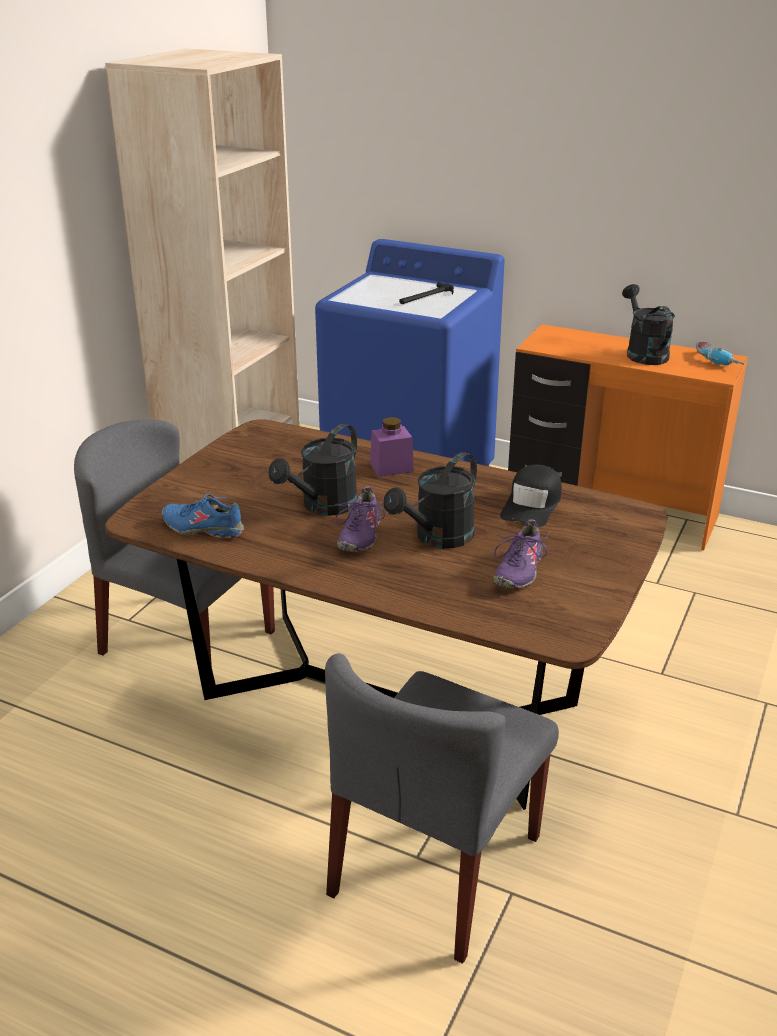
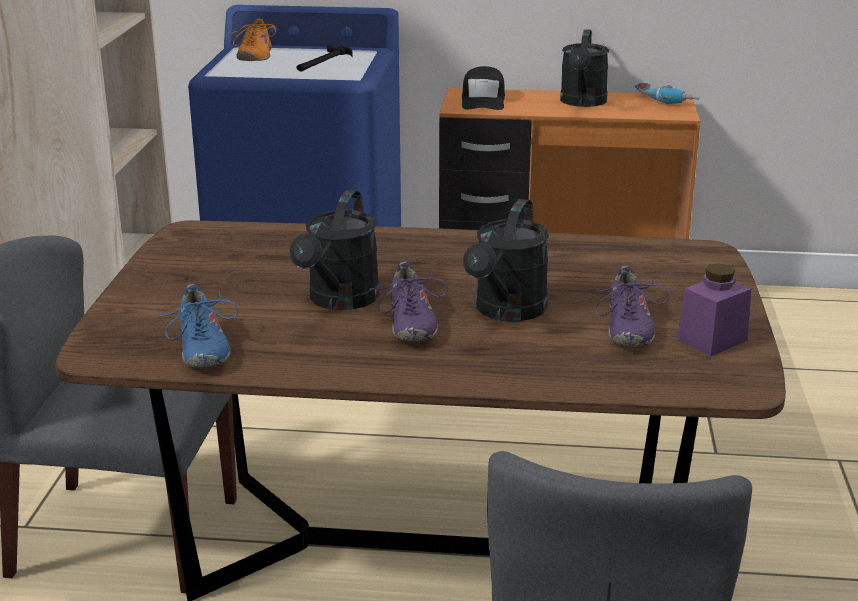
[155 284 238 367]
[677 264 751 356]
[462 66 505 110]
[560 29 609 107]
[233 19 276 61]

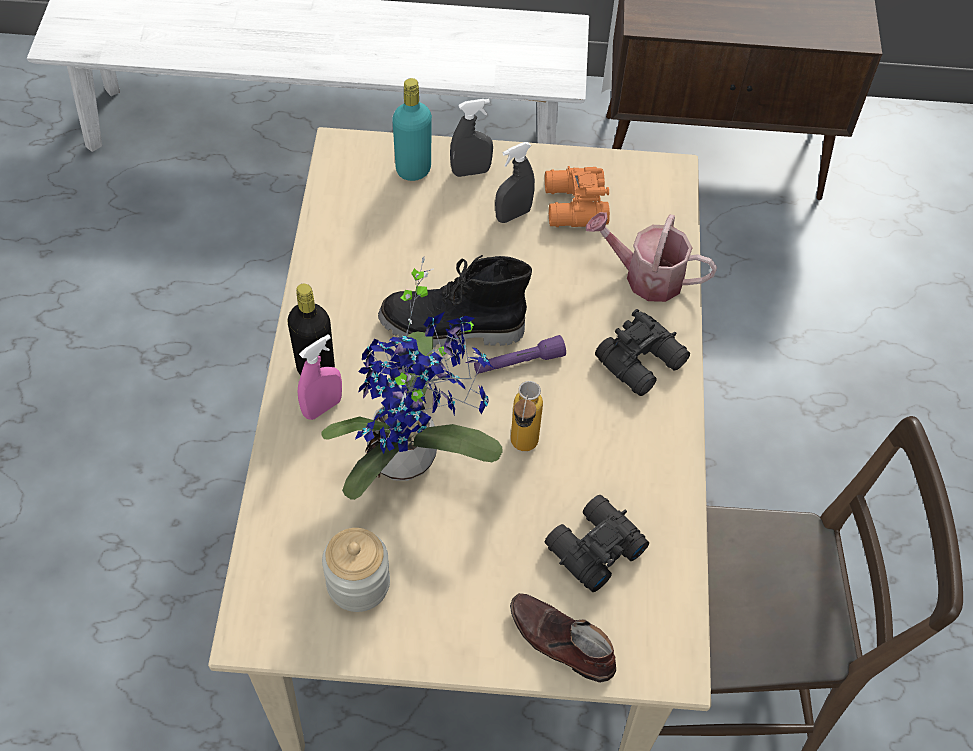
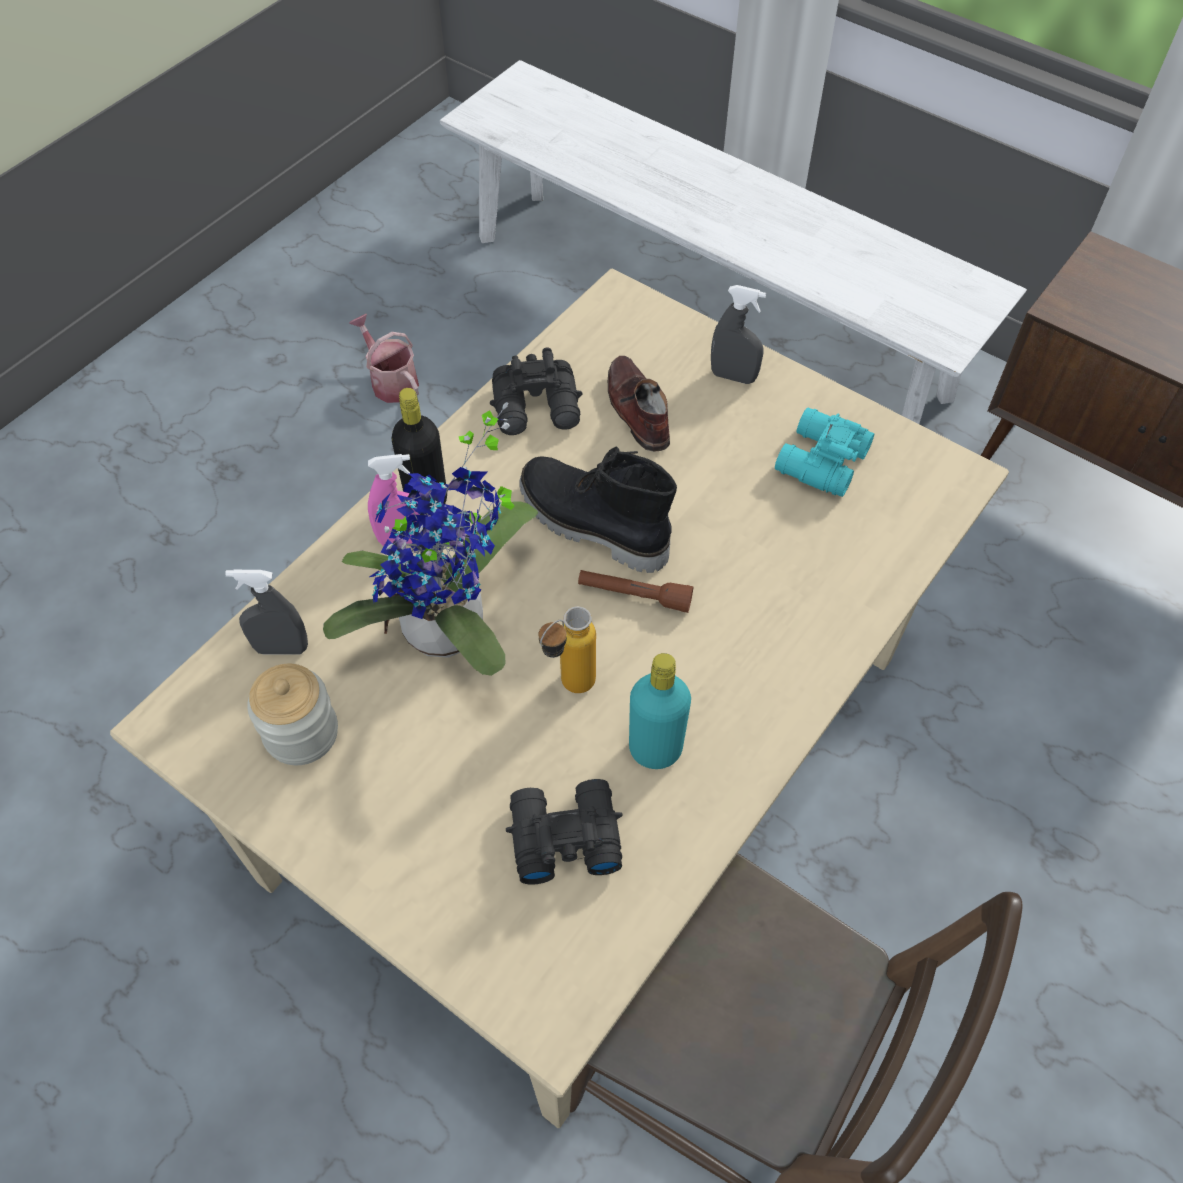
[629 653 691 769]
[578 570 694 613]
[225 570 308 654]
[608 356 670 452]
[775 407 874 497]
[349 314 419 403]
[490 347 582 435]

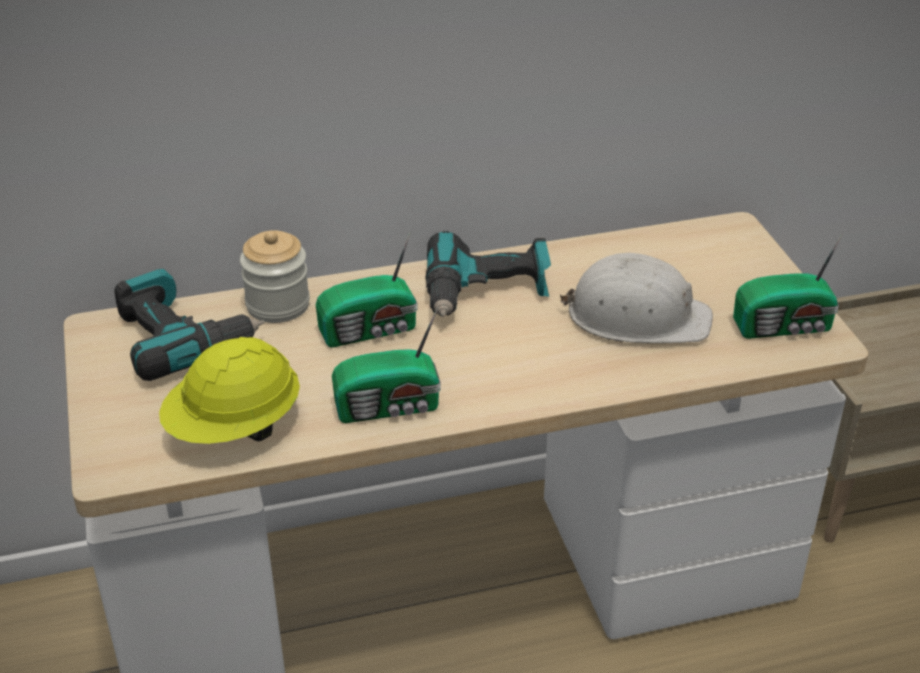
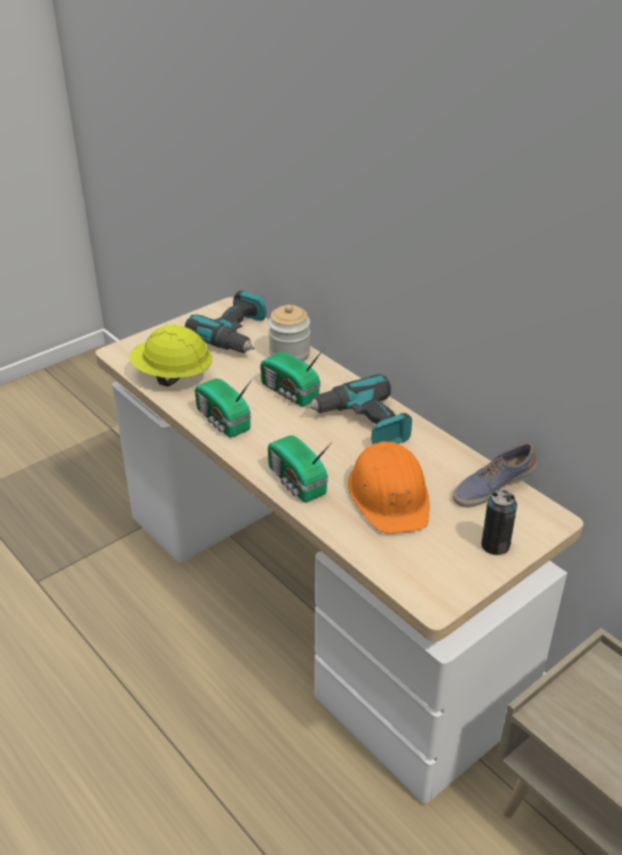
[348 441 429 534]
[268 435 332 502]
[452 443 537 507]
[481 490 517 555]

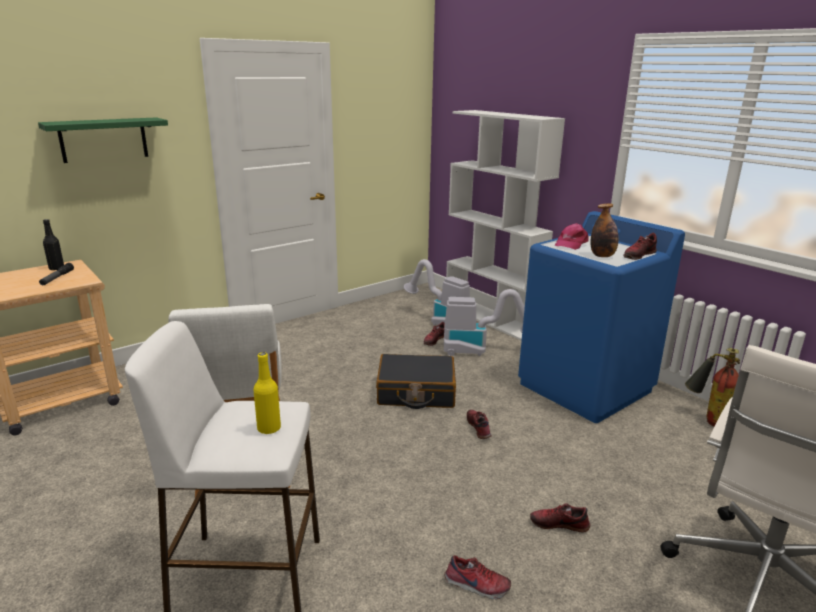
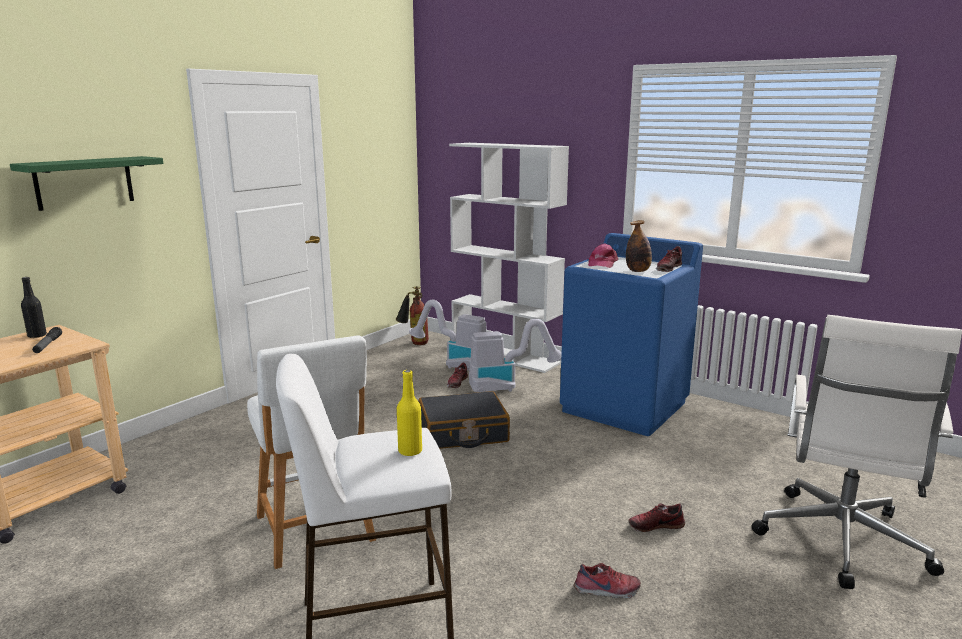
[467 410 492 439] (first image)
[396 286 429 345]

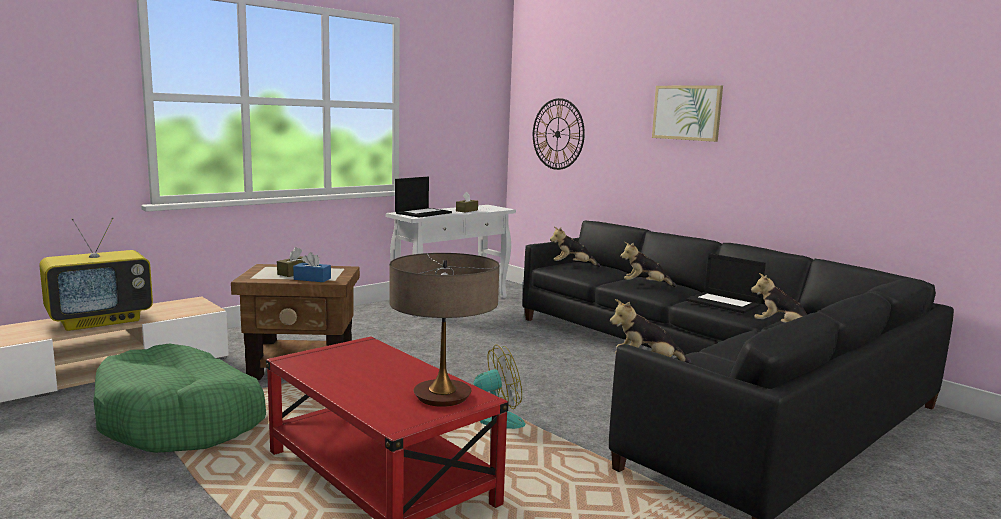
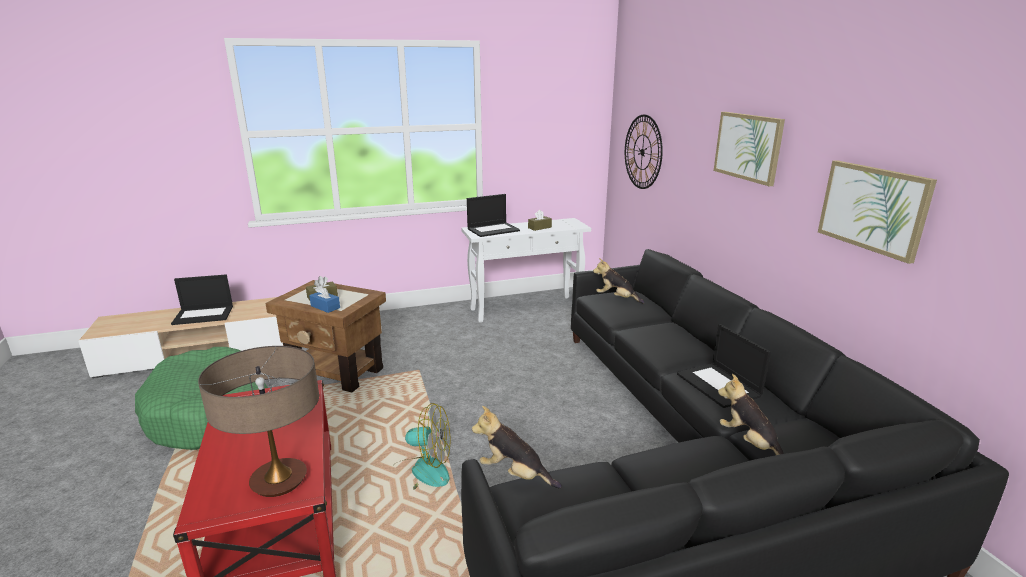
[171 275 233 325]
[620 242 677 287] (first image)
[818 160 937 264]

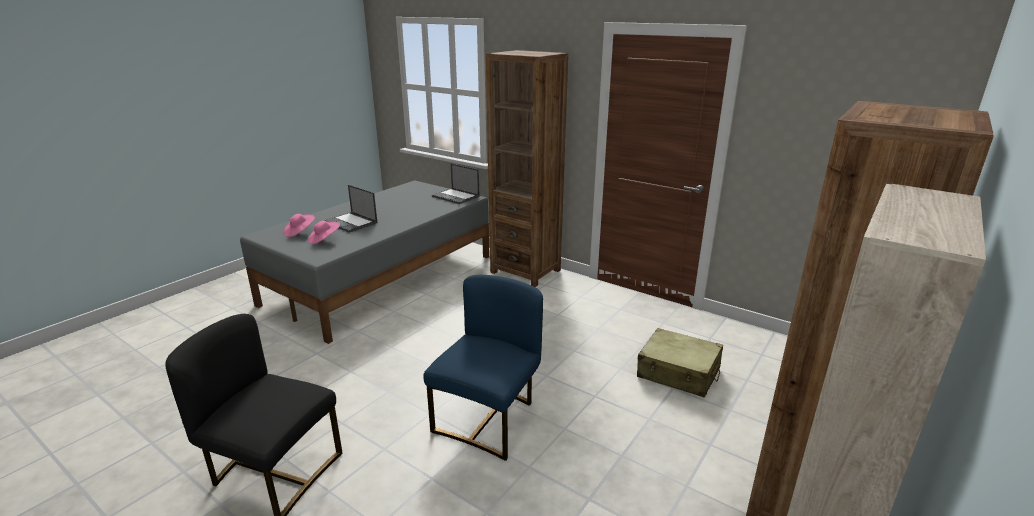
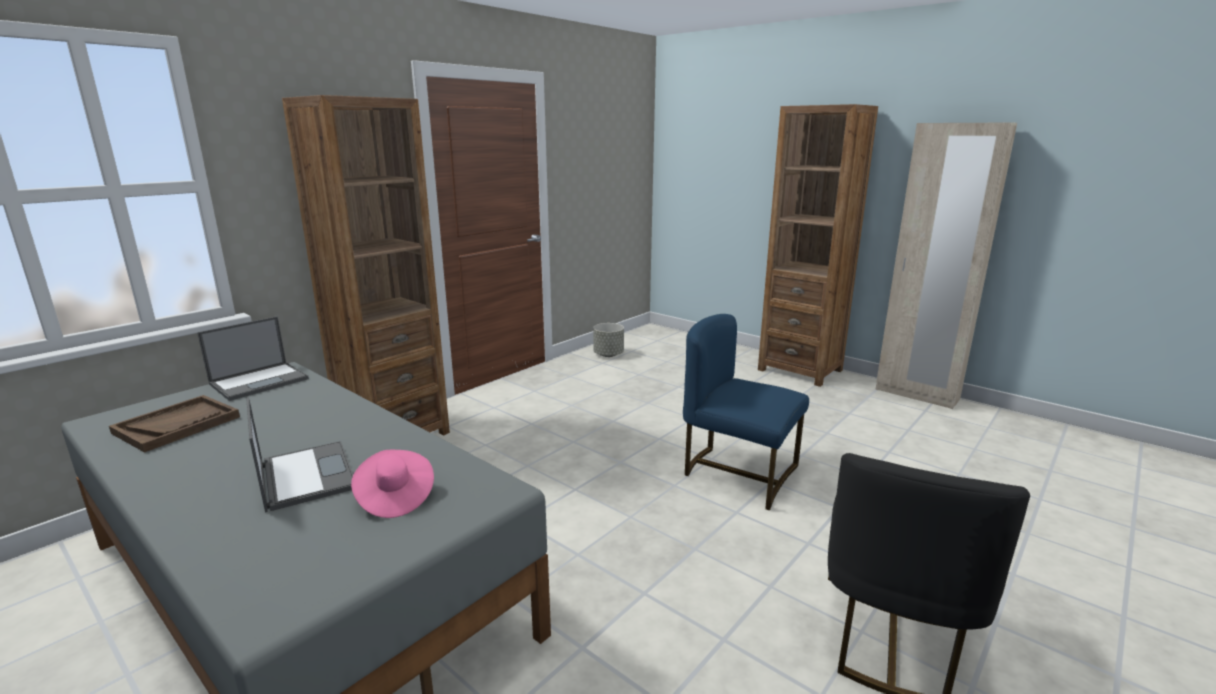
[284 214 315 237] (first image)
[246 397 353 512]
[637 328 723 398] (first image)
[109 395 240 453]
[593 323 624 357]

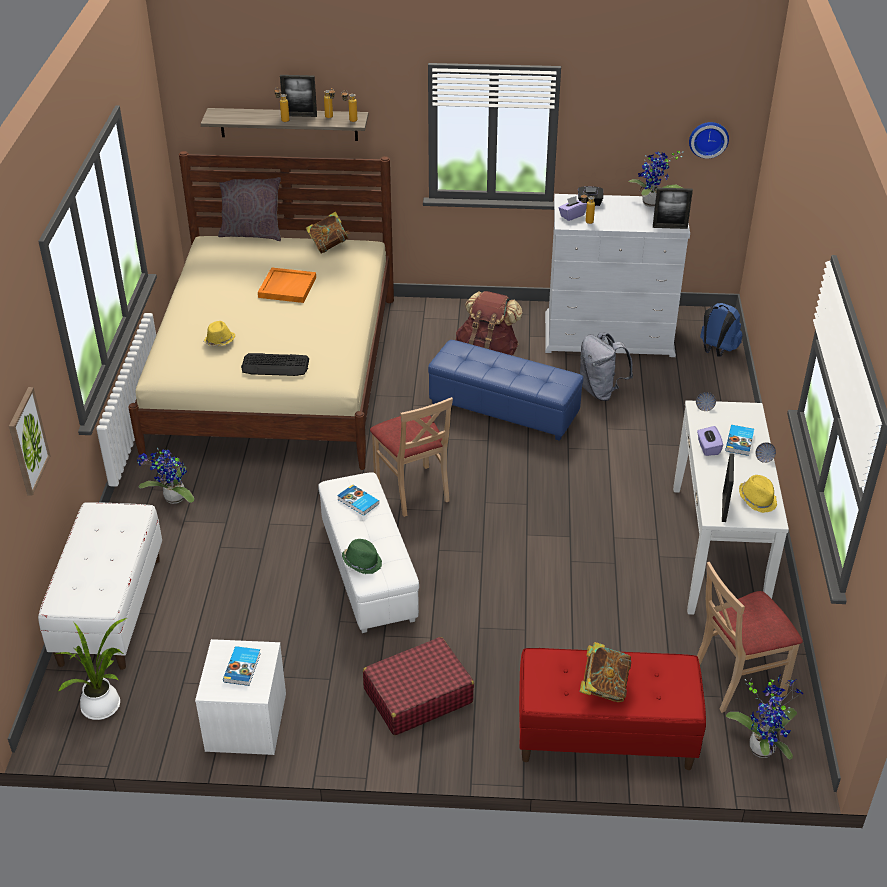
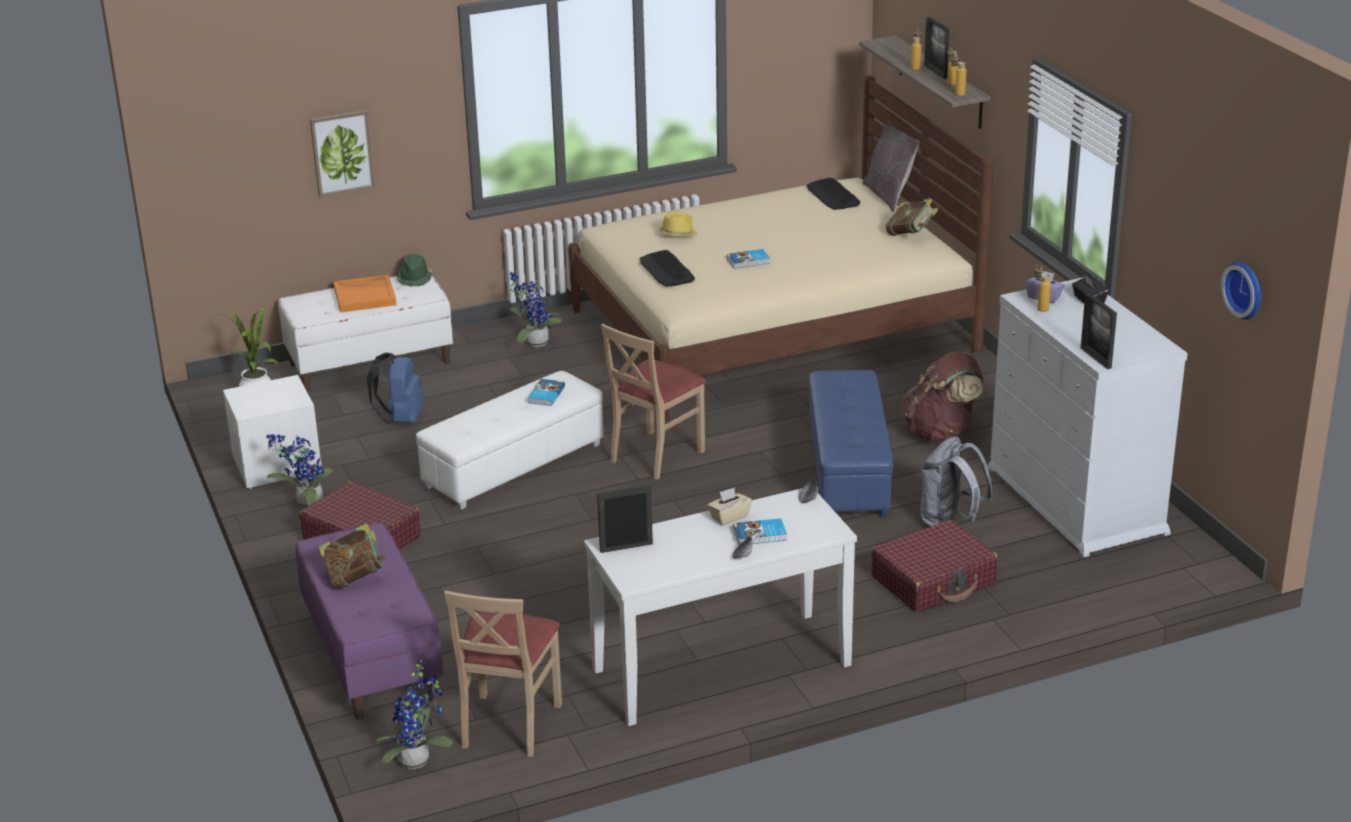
[727 249 770 269]
[334 275 397 313]
[397 254 432 287]
[296 522 444 720]
[266 434 333 508]
[707 488 752 525]
[444 590 562 757]
[367 352 424 423]
[739 475 777 513] (first image)
[806 178 861 210]
[872 520 998 612]

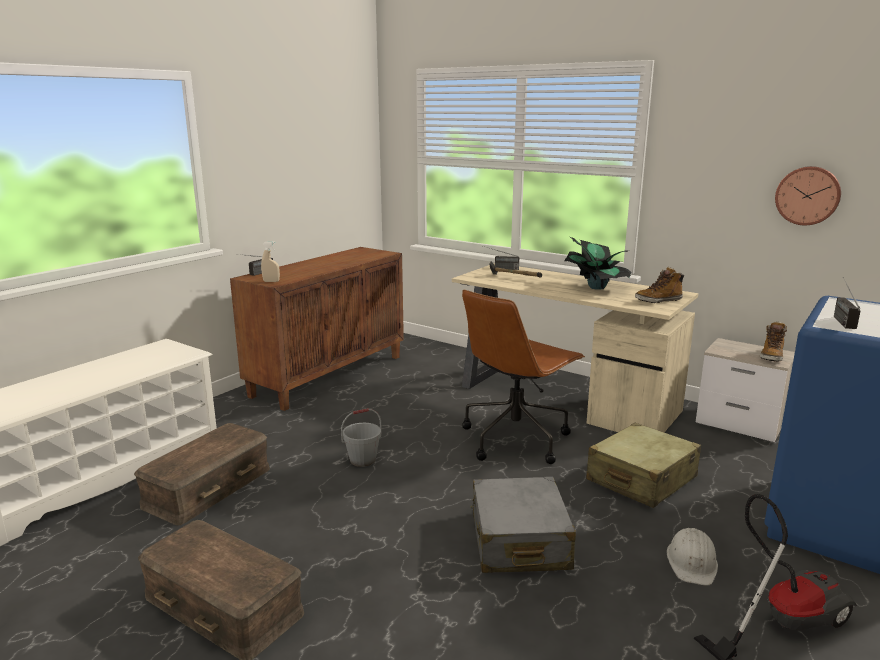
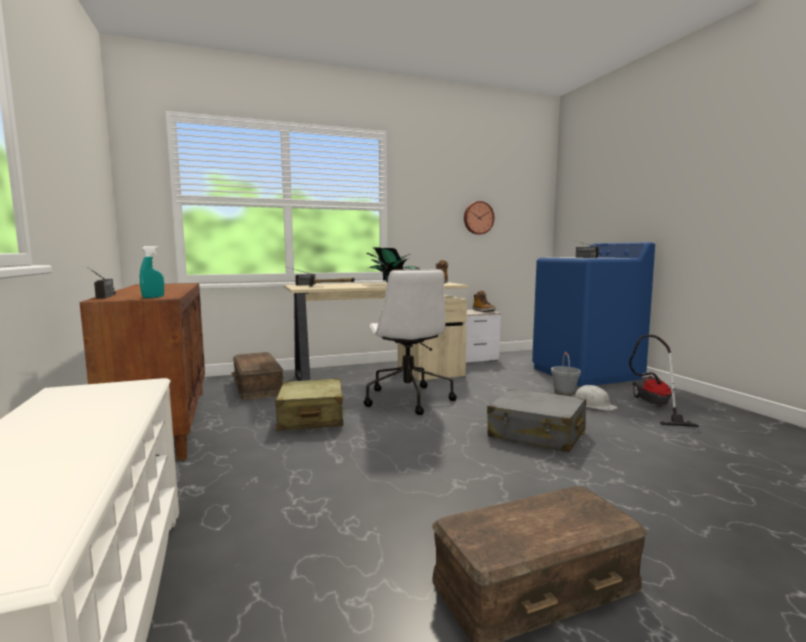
[232 352 284 401]
[140 246 164 298]
[551 352 581 396]
[364 269 457 415]
[275 378 343 431]

